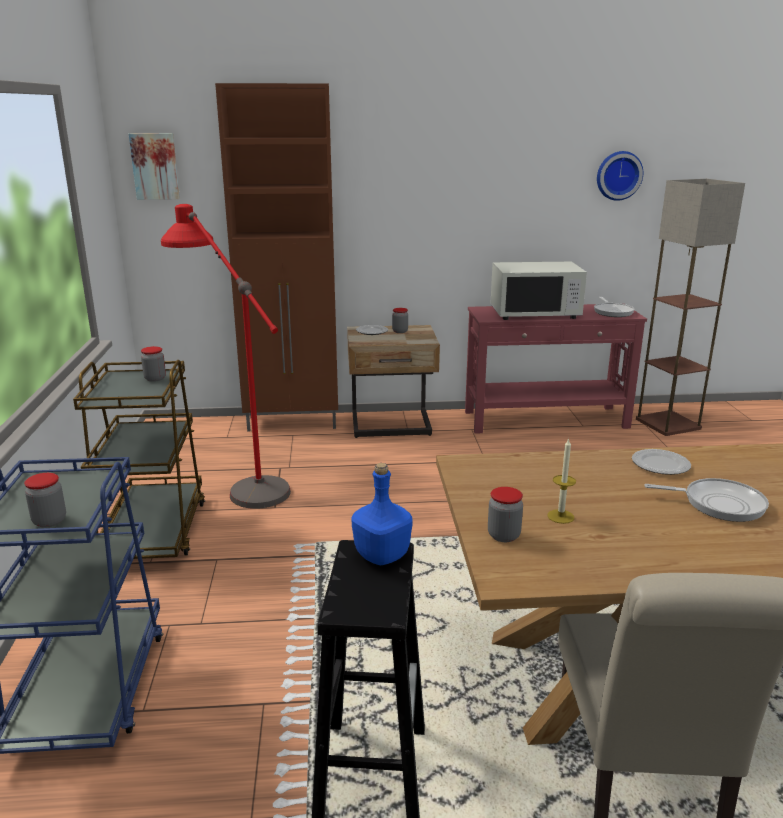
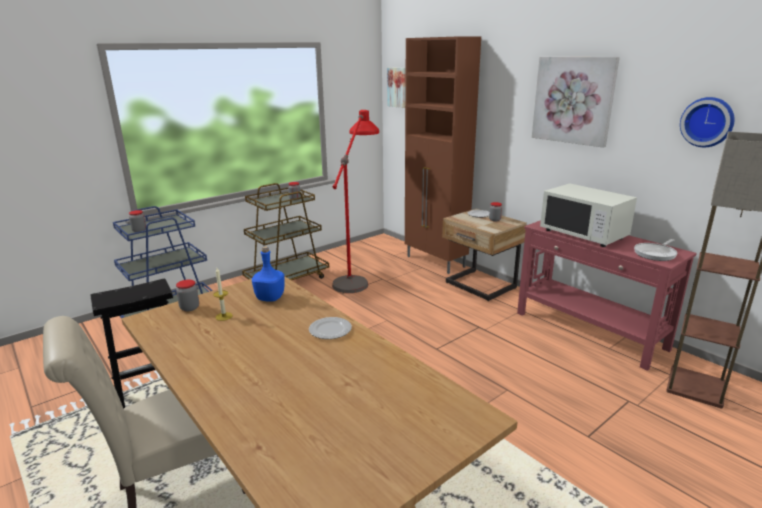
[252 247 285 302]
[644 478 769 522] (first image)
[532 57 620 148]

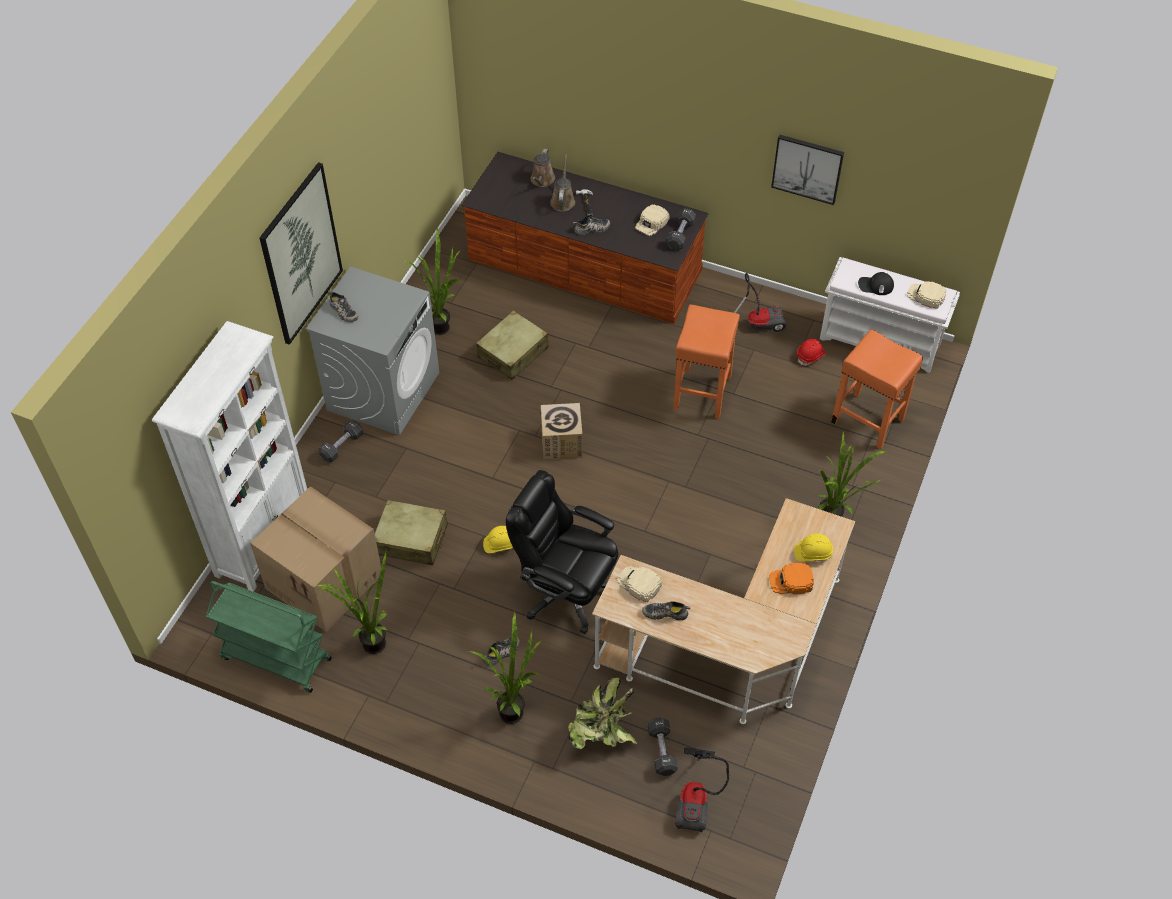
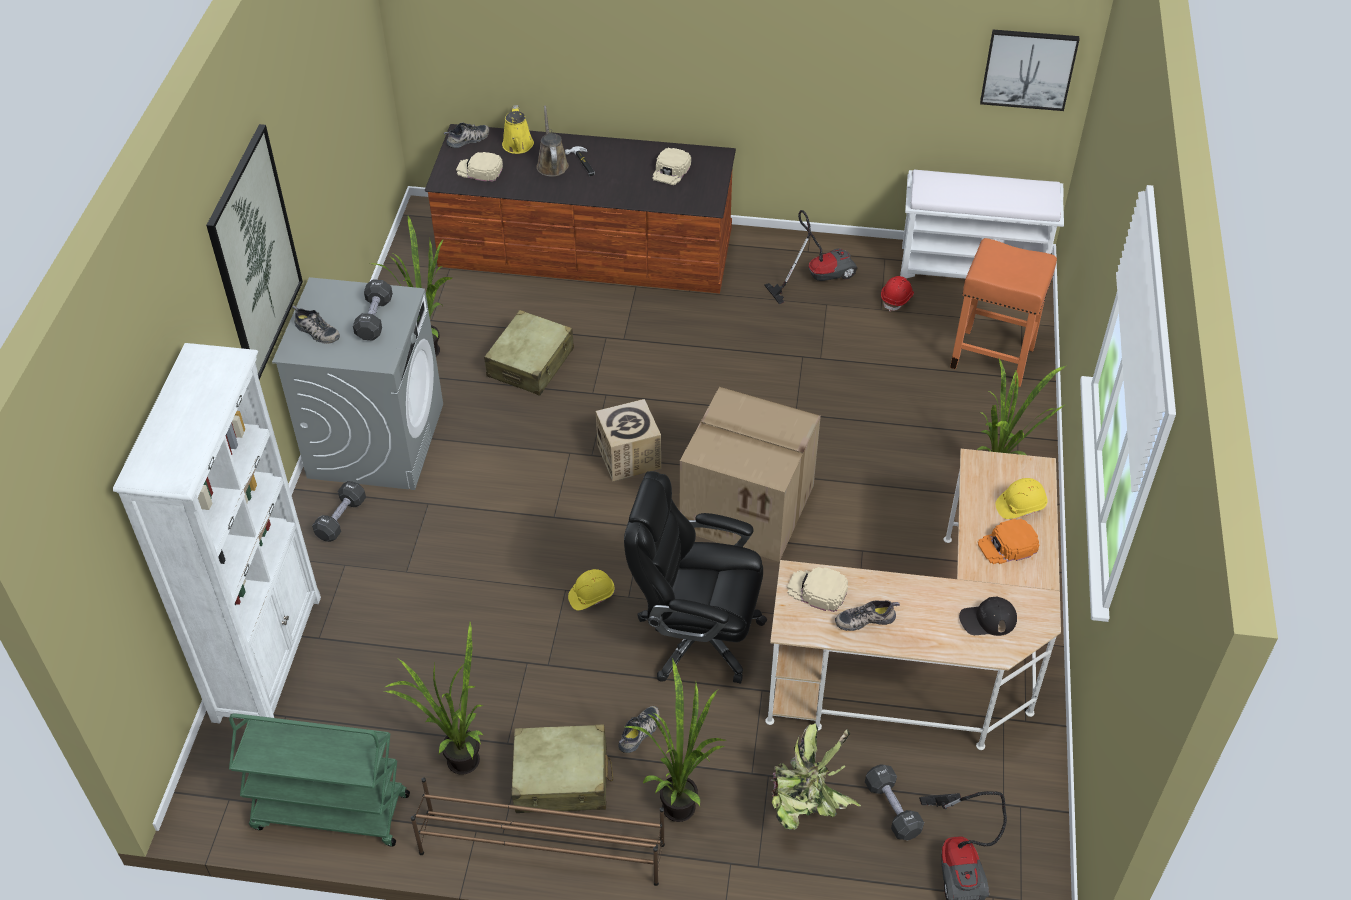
[680 387 821 562]
[511 724 613 813]
[502 105 534 154]
[444 123 489 148]
[353 279 393 340]
[673 304 740 419] (first image)
[980 30 1080 111]
[959 597 1017 636]
[456 152 503 182]
[411 777 665 886]

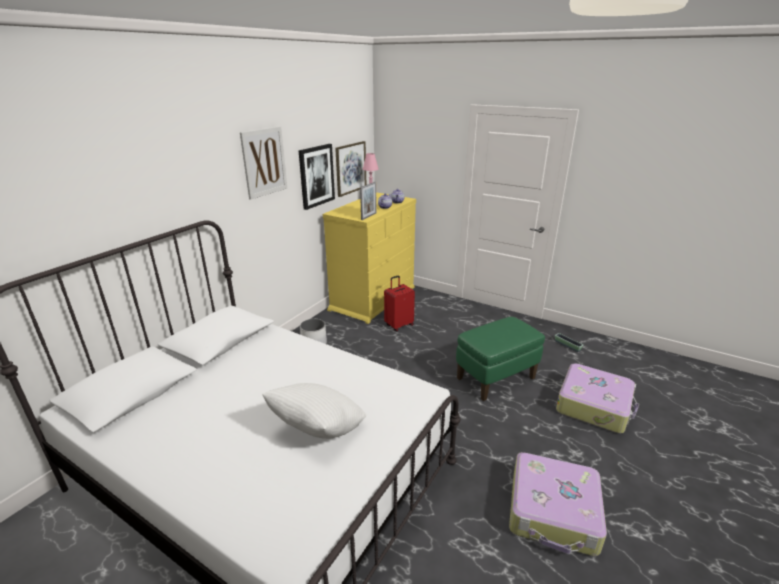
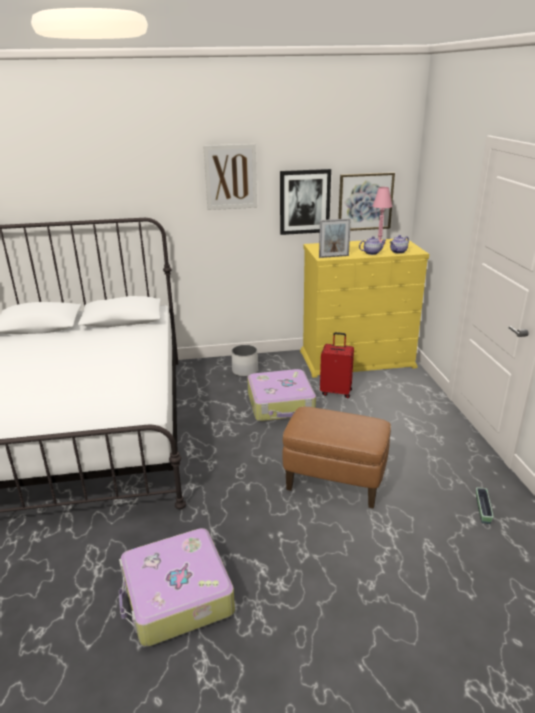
[262 383 366 439] (first image)
[282 406 391 509]
[247 369 316 421]

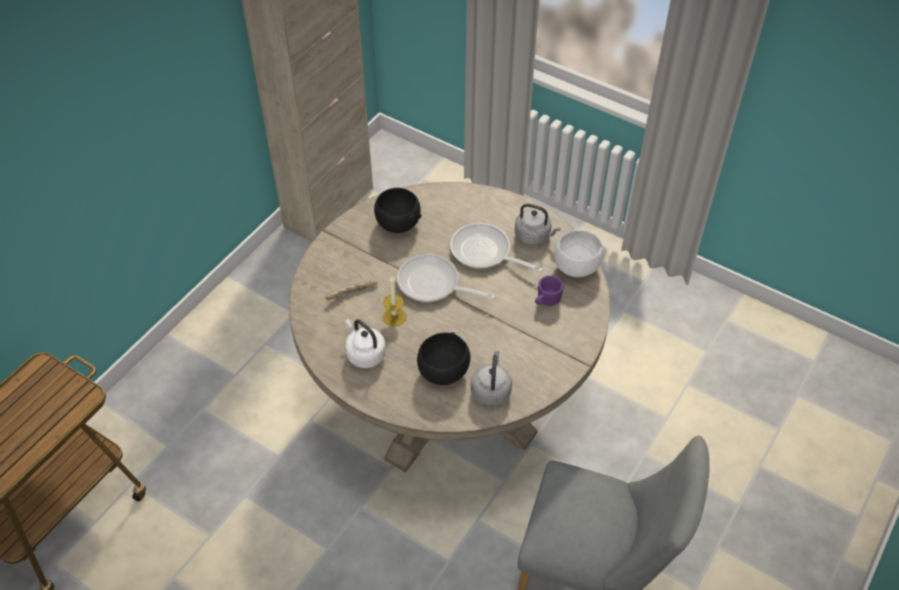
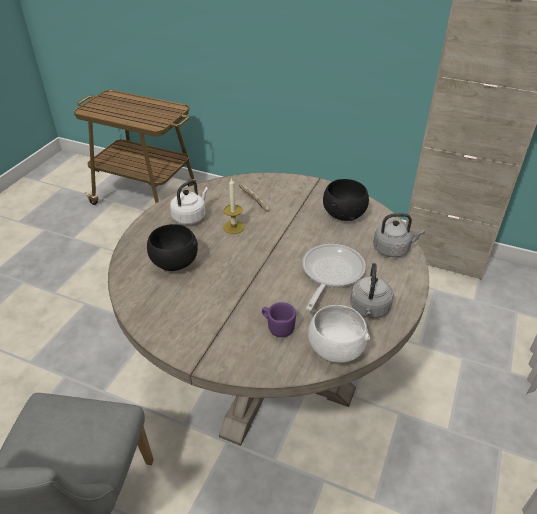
[397 254 496 302] (first image)
[373 213 425 257]

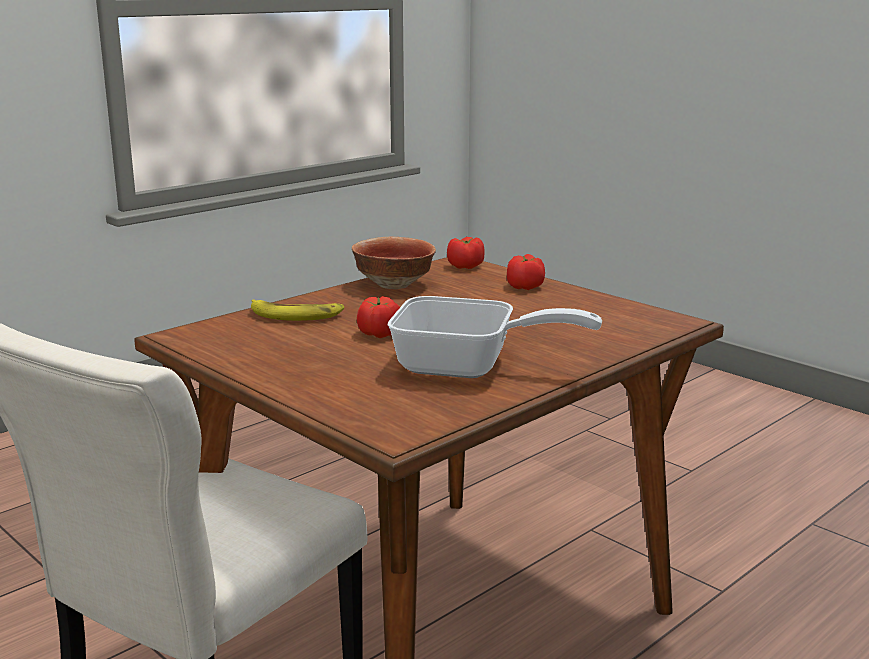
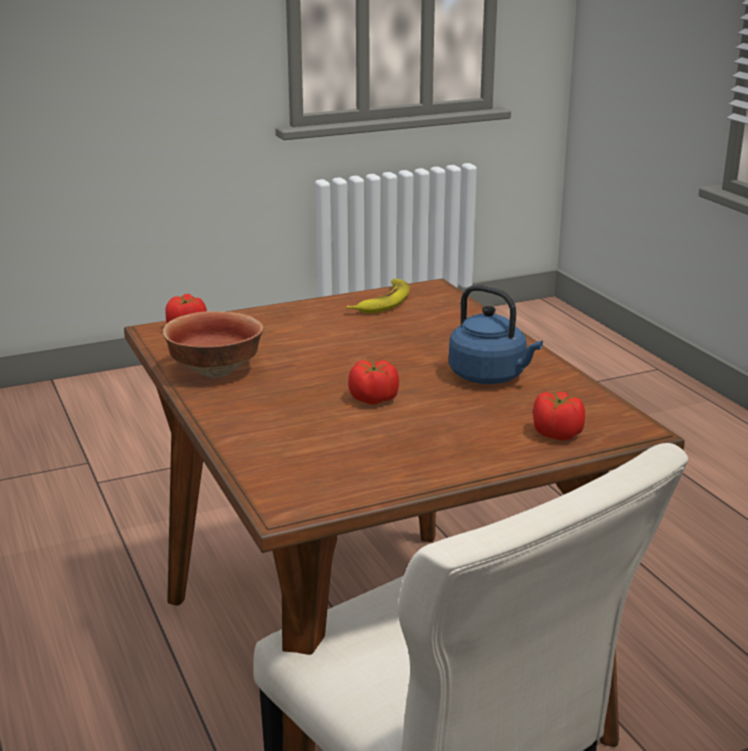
[347 279 410 313]
[449 285 543 384]
[533 392 585 440]

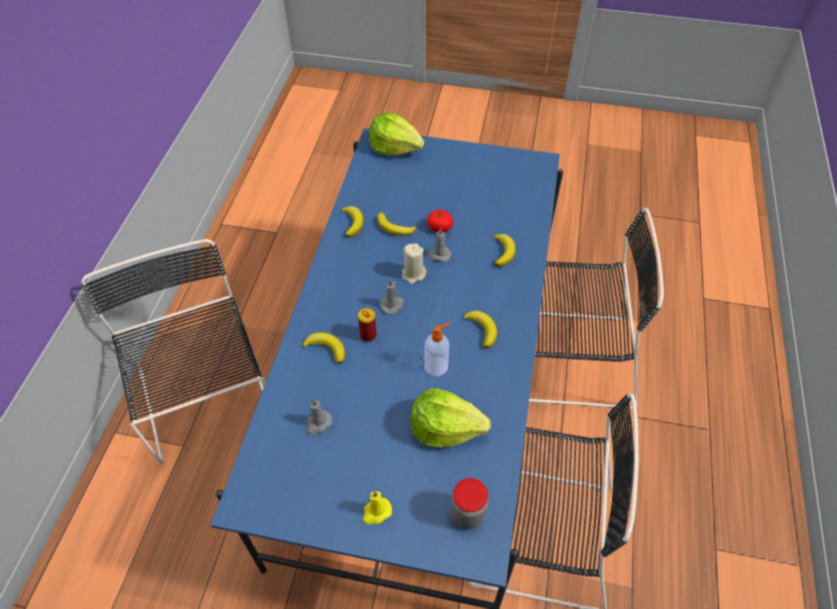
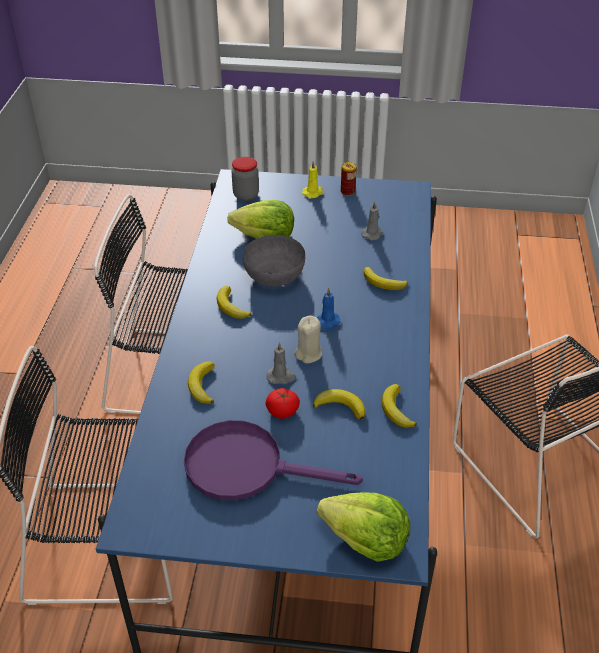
[341 162 356 196]
[317 288 341 330]
[243 235 305 287]
[184 420 363 500]

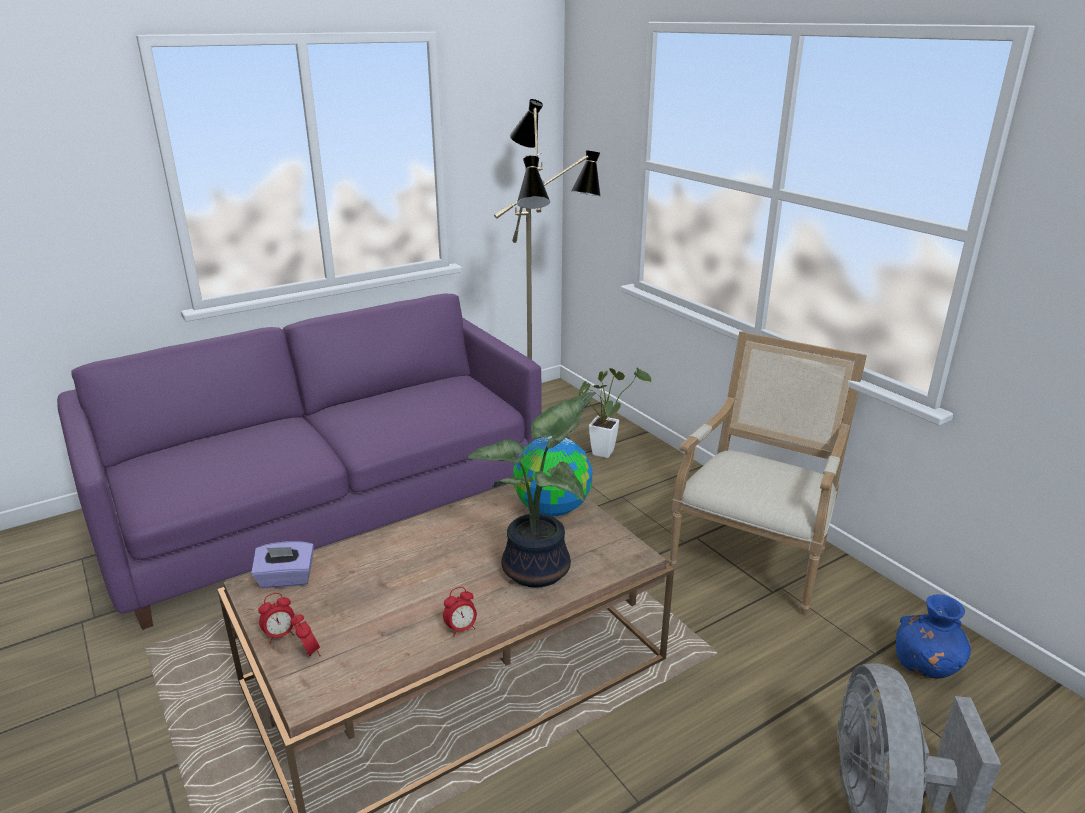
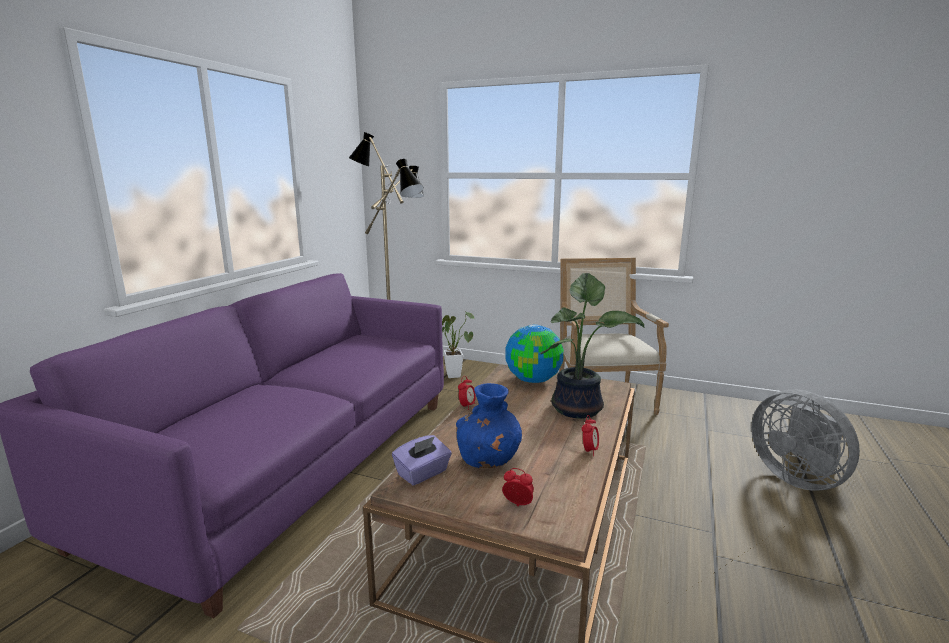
[458 376 476 410]
[456 383 522 469]

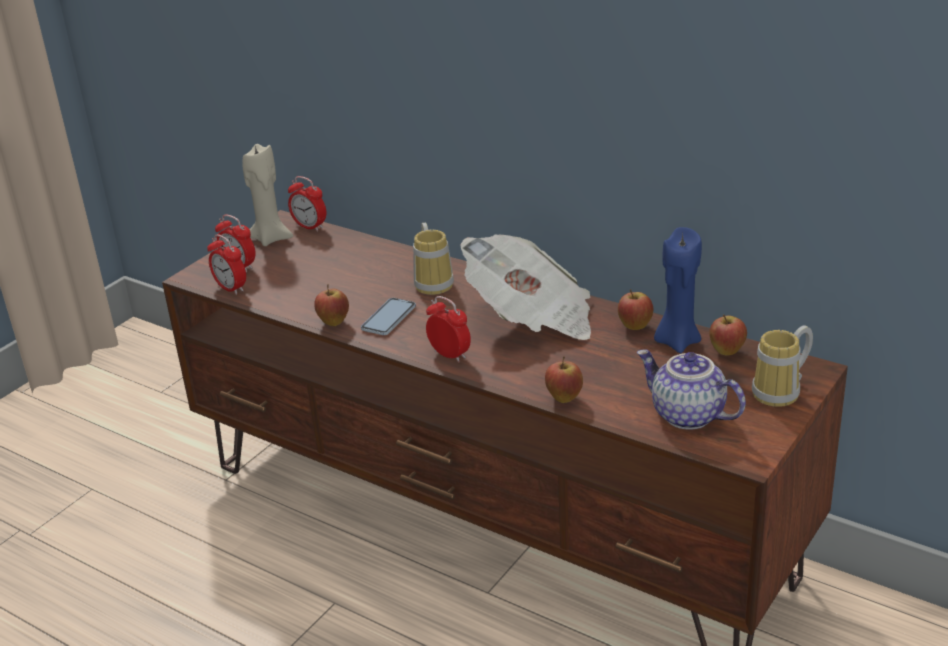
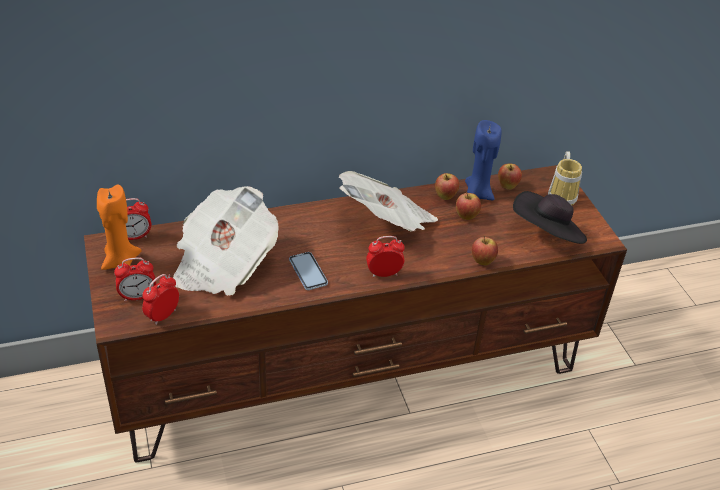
[142 274 179 325]
[97 185 142 270]
[456 192 481 220]
[413 222 454 295] (first image)
[513 191 587 244]
[173 186 279 296]

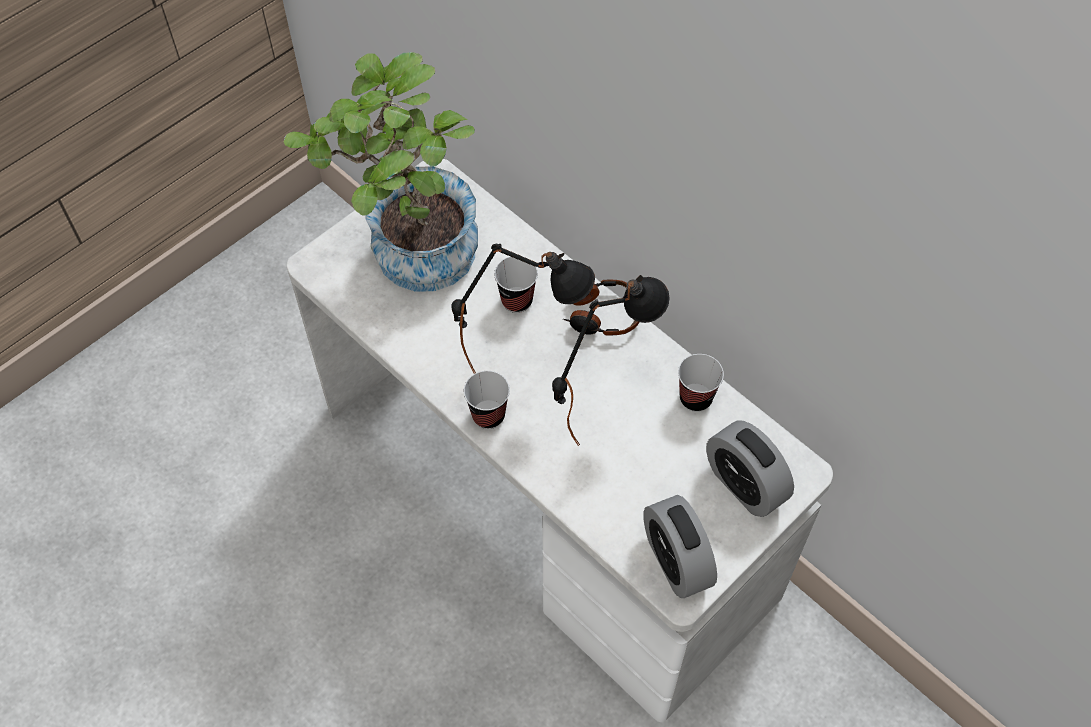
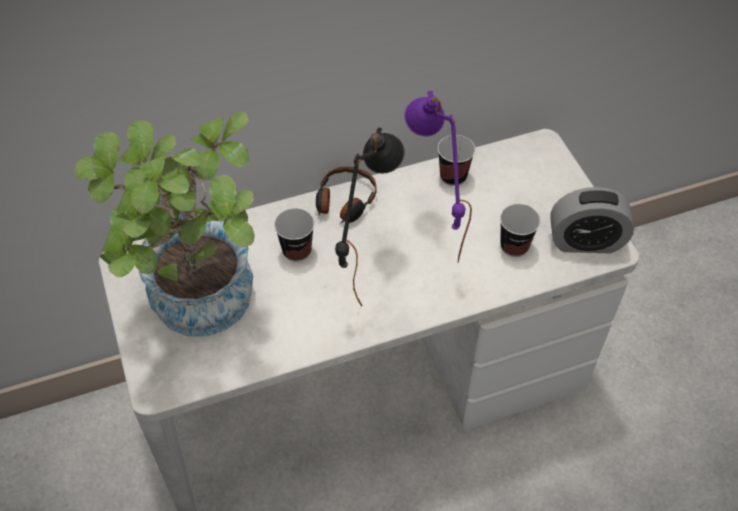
[500 204 541 257]
[405 91 472 263]
[706 420 794 517] (first image)

